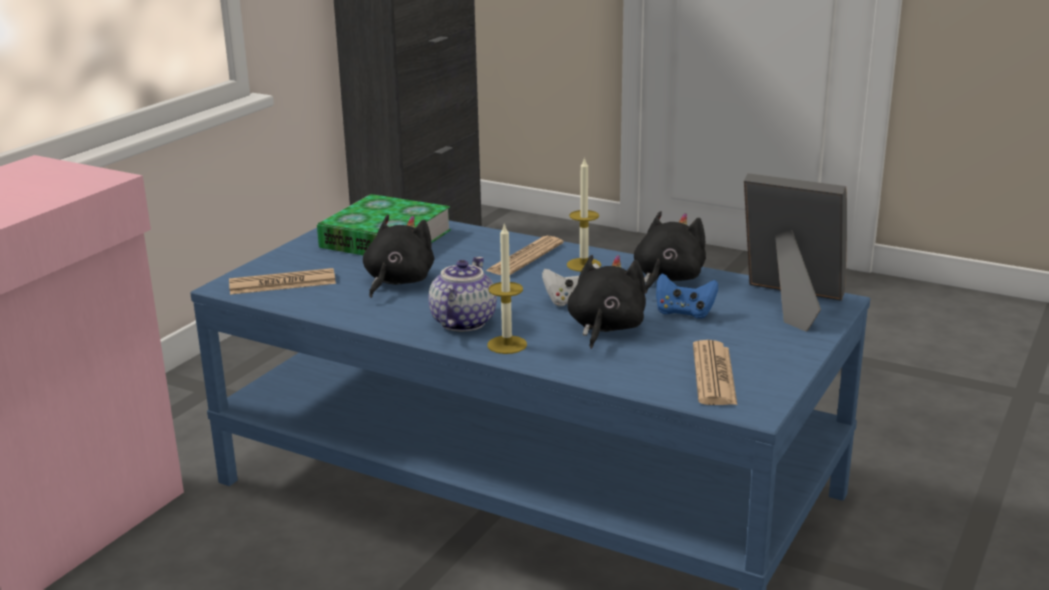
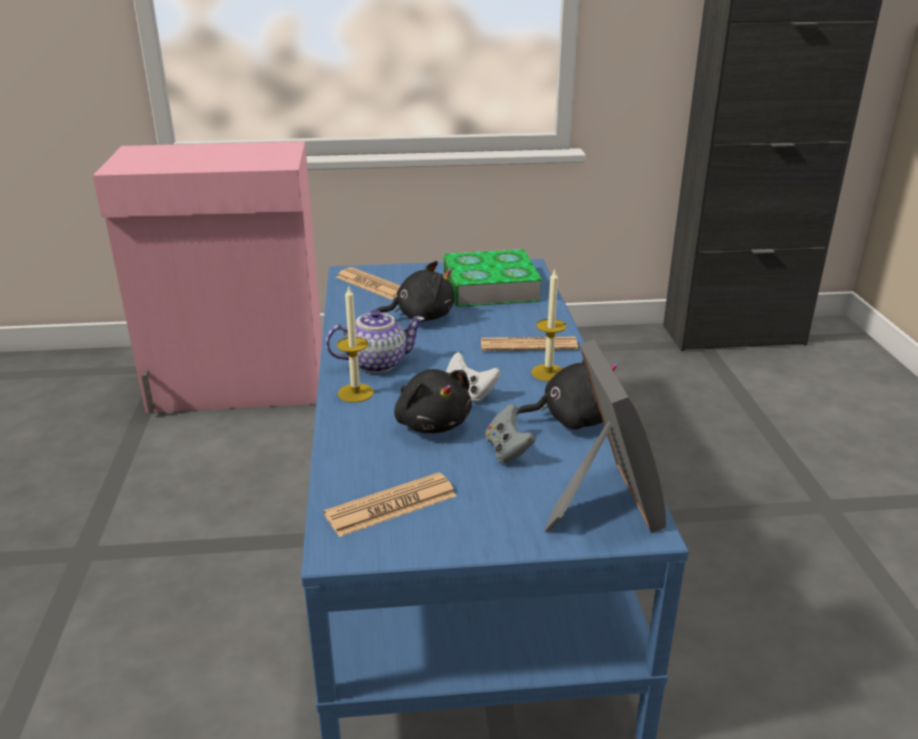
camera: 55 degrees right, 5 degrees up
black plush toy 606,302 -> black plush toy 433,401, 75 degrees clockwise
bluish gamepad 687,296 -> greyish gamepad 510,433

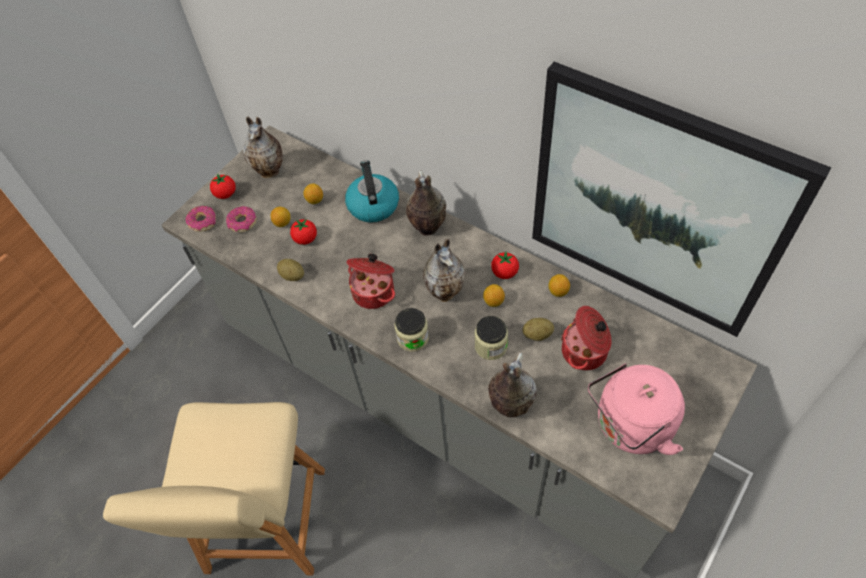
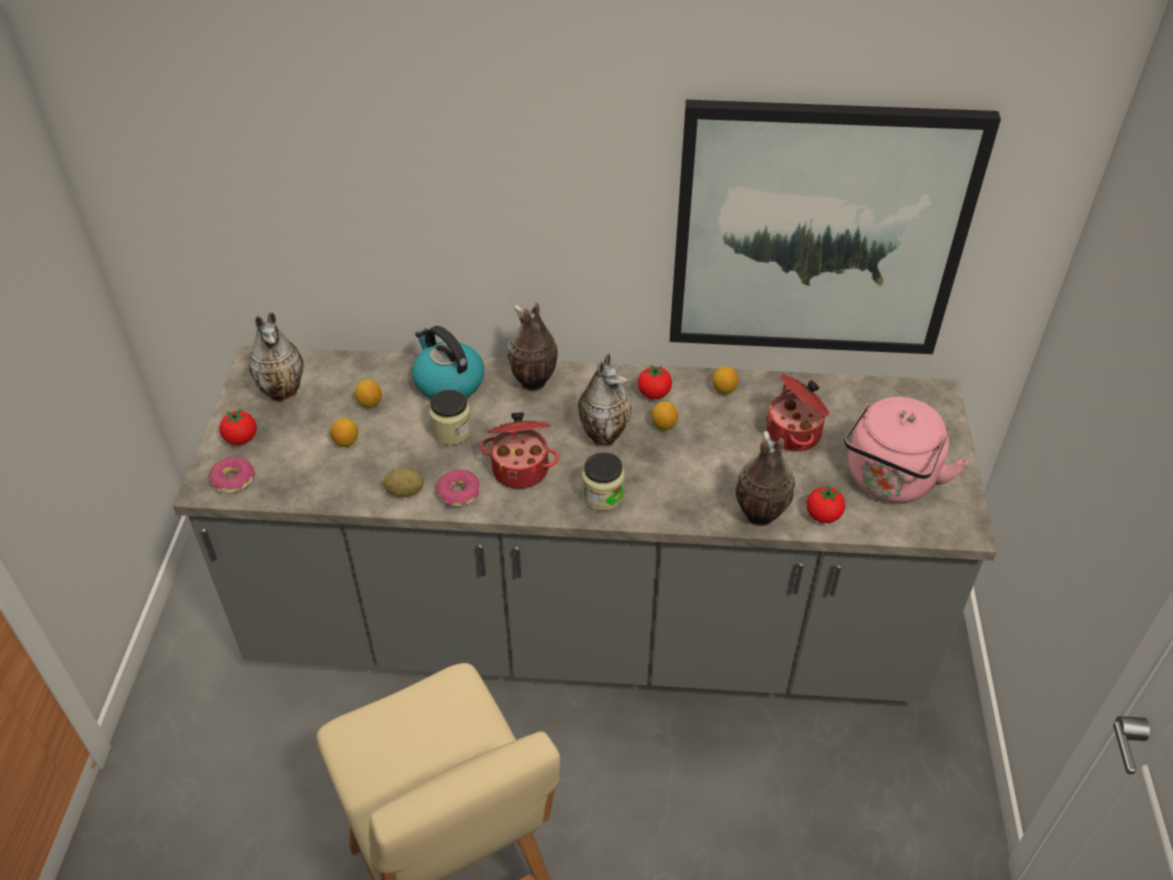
camera: 35 degrees left, 10 degrees down
jar 491,338 -> jar 450,417, move
donut 241,219 -> donut 458,488, move
whole tomato 303,232 -> whole tomato 825,503, move
whole potato 538,329 -> none

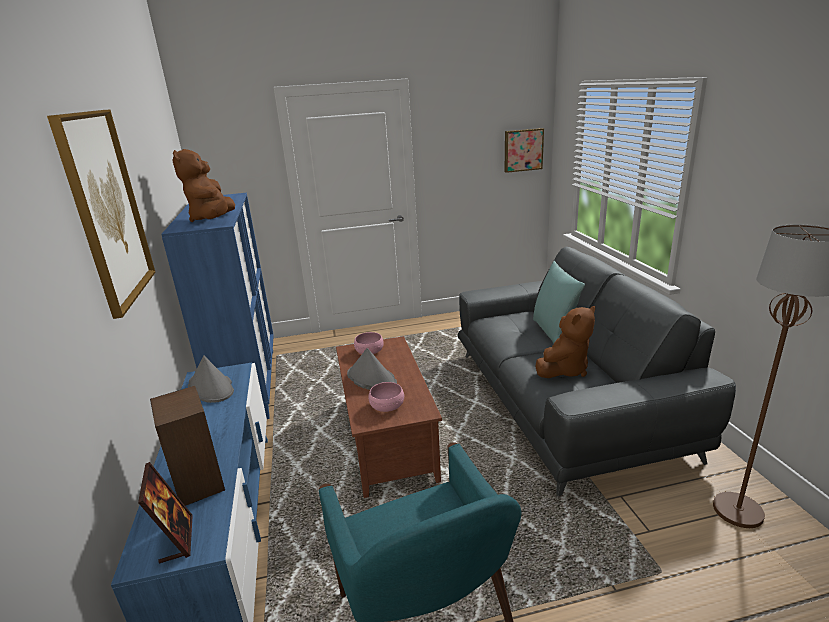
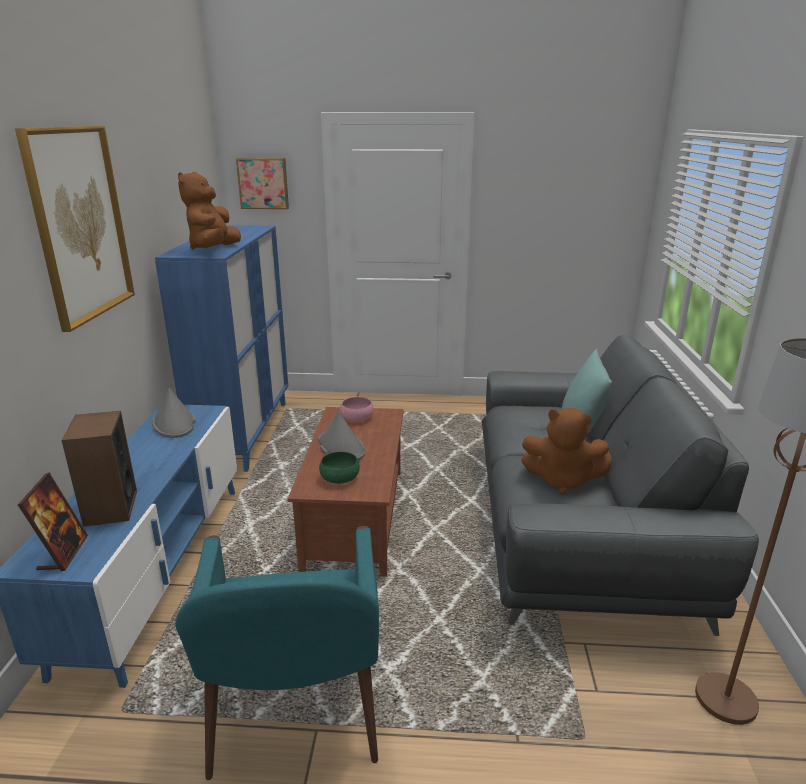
camera: 15 degrees right, 0 degrees up
wall picture 524,150 -> wall picture 262,183, move
pink-coloured deep dish 386,397 -> greenish deep dish 339,467
brown-coloured plush toy 565,342 -> brown-coloured plush toy 566,451, 45 degrees clockwise

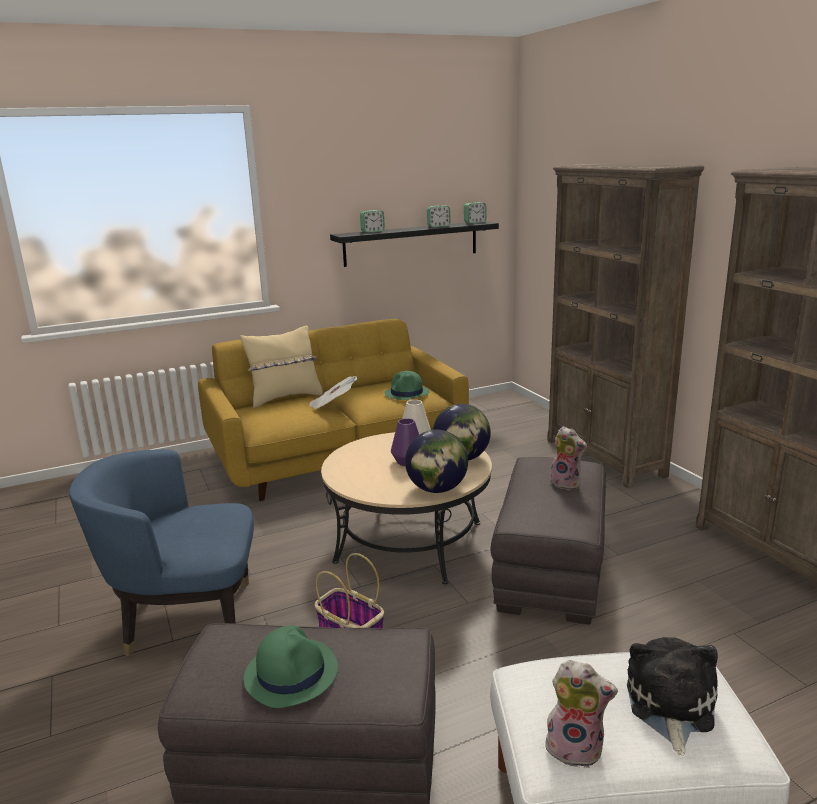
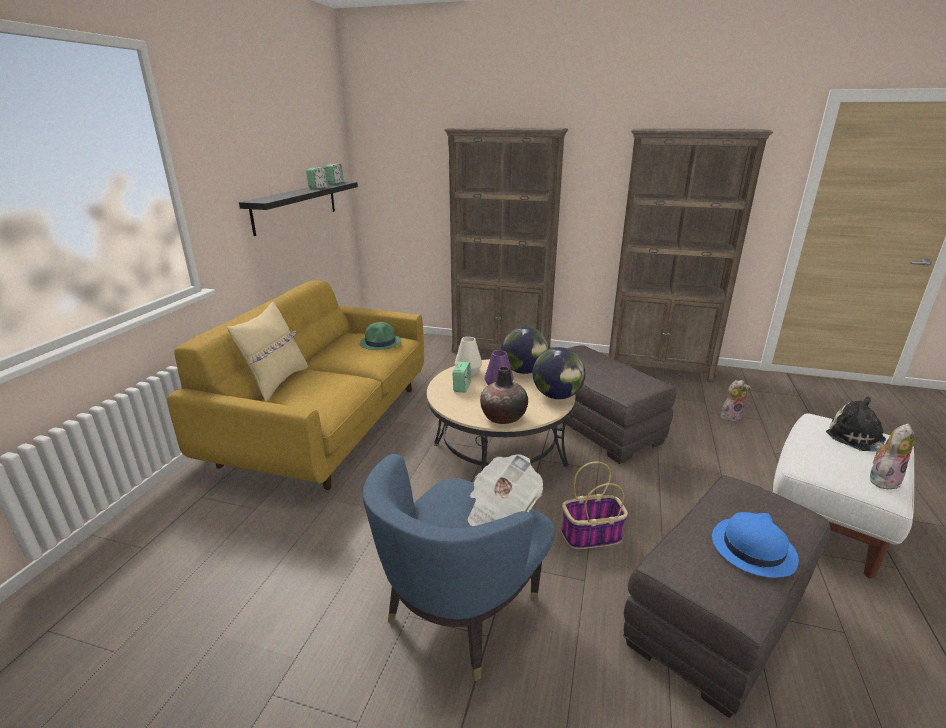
camera: 50 degrees left, 5 degrees up
alarm clock 372,221 -> alarm clock 461,377, move
printed paper 333,393 -> printed paper 505,490, move
none -> vase 504,395
greenish wearable hat 291,666 -> bluish wearable hat 755,545
plush toy 568,458 -> plush toy 735,400, move

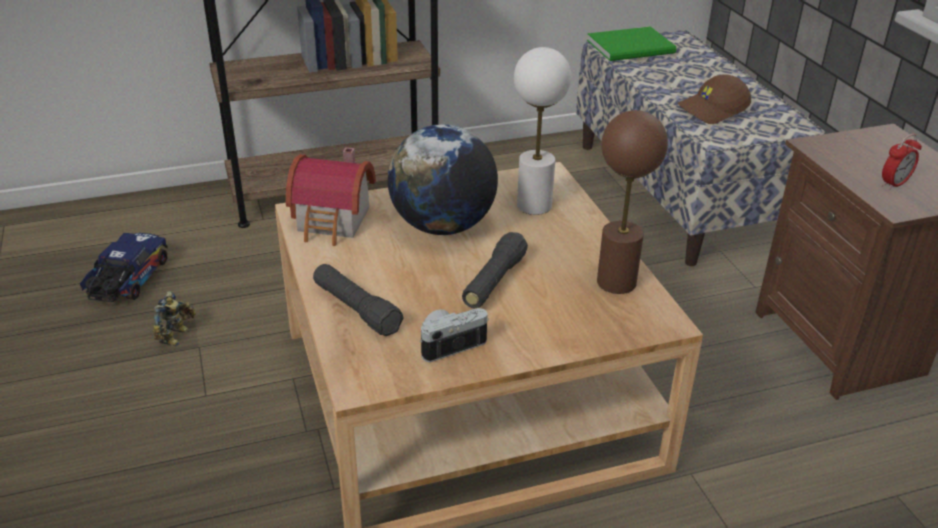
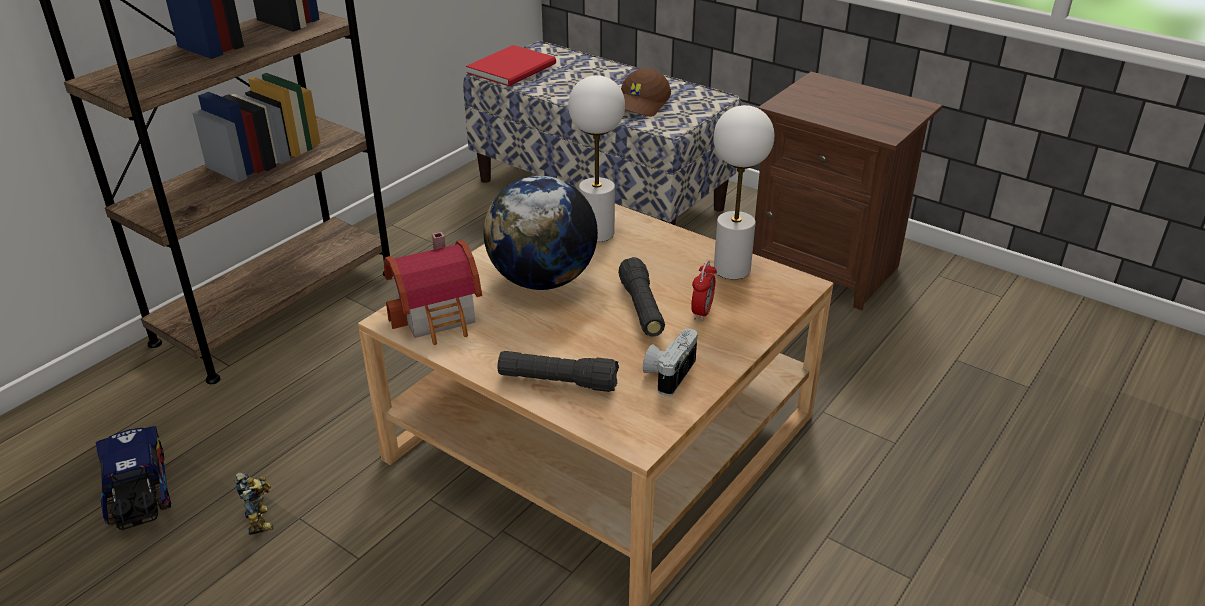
camera: 35 degrees left, 0 degrees up
greenish bound book 631,43 -> red bound book 511,65
alarm clock 902,162 -> alarm clock 704,290, move
brown-coloured table lamp 632,202 -> whitish table lamp 743,192

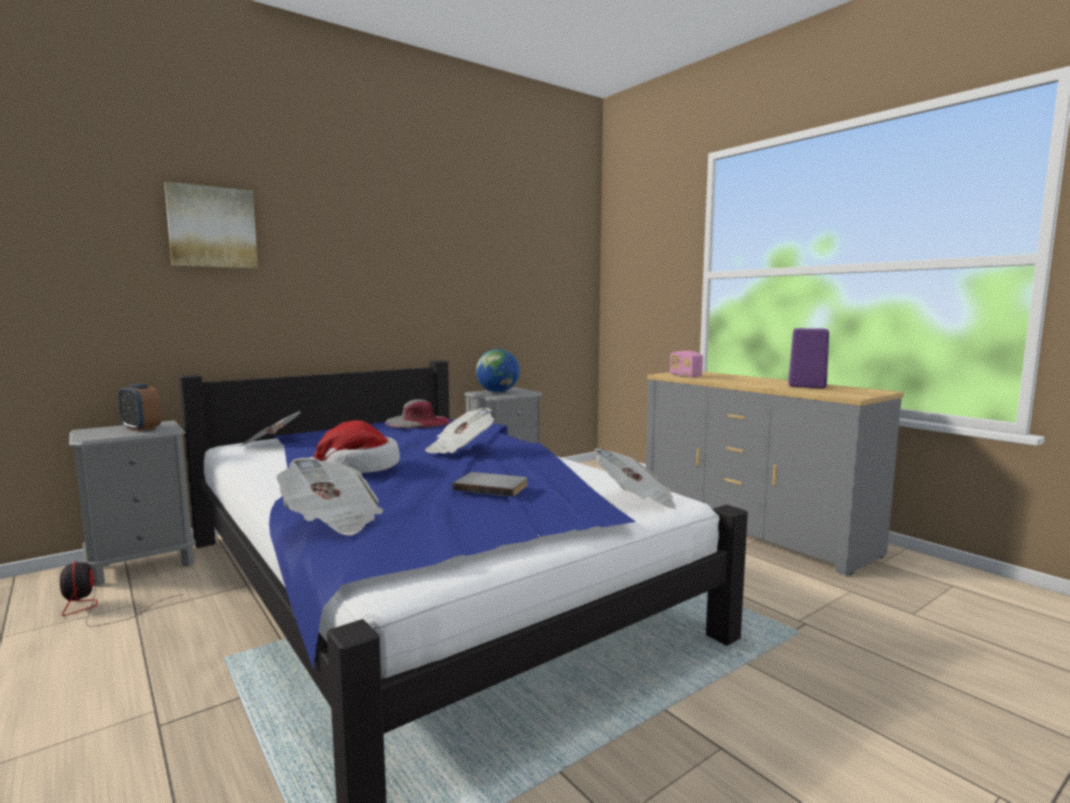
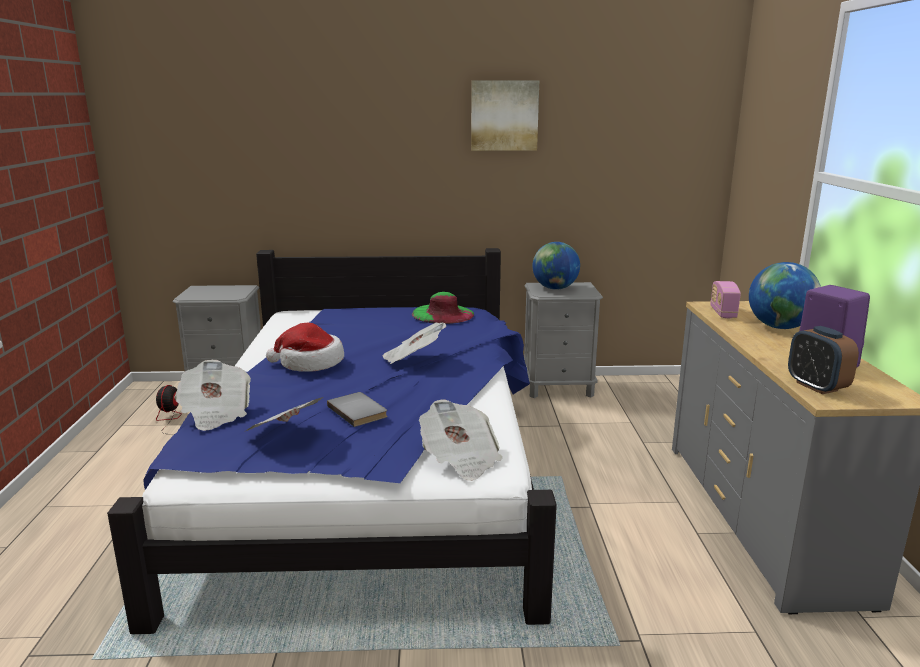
camera: 35 degrees right, 10 degrees up
printed paper 270,428 -> printed paper 284,414, move
greyish wearable hat 417,414 -> greenish wearable hat 443,308
wall picture 211,225 -> wall picture 505,115, move
none -> desk globe 785,295
alarm clock 140,407 -> alarm clock 823,360, move

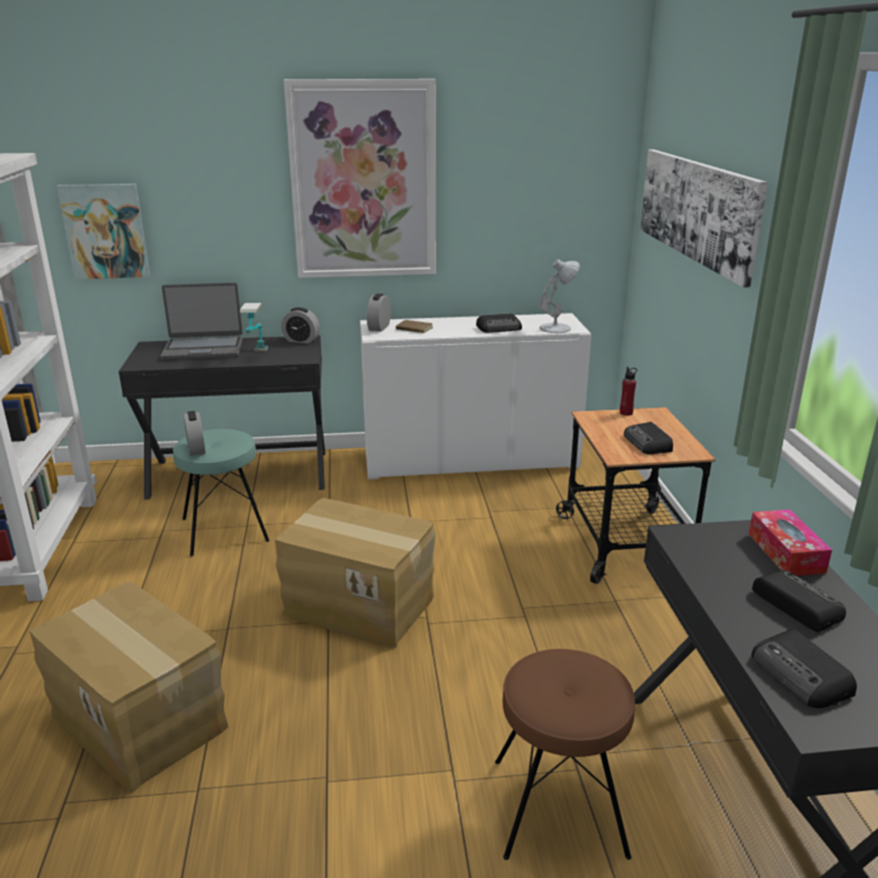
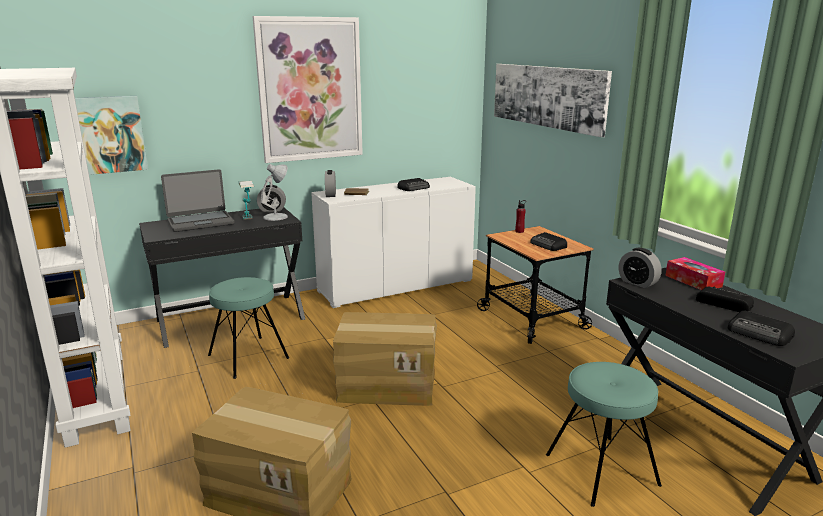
camera: 20 degrees left, 5 degrees down
whitish table lamp 559,296 -> whitish table lamp 274,192, move
brown-coloured stool seat 565,754 -> turquoise stool seat 604,434
alarm clock 194,433 -> alarm clock 640,268, move

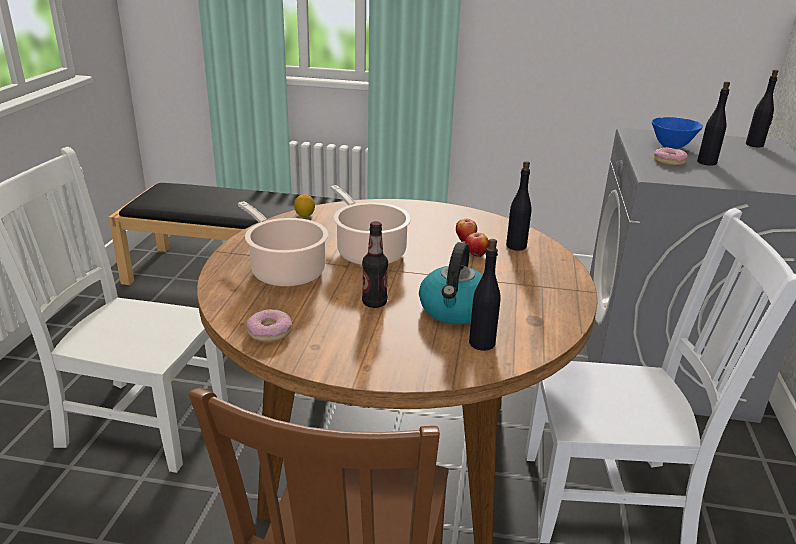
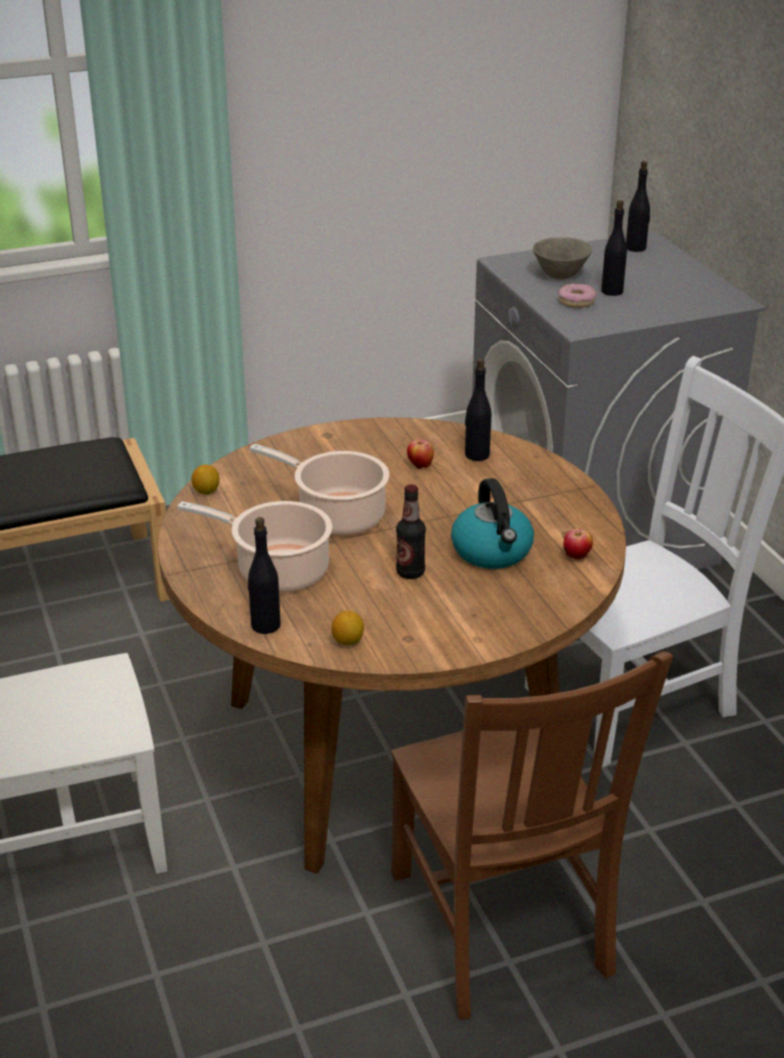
camera: 30 degrees left, 5 degrees up
black bottle 485,295 -> black bottle 264,575, move
donut 269,325 -> lemon 347,628
bluish deep dish 677,133 -> greyish deep dish 562,258
apple 477,245 -> apple 578,543, move

